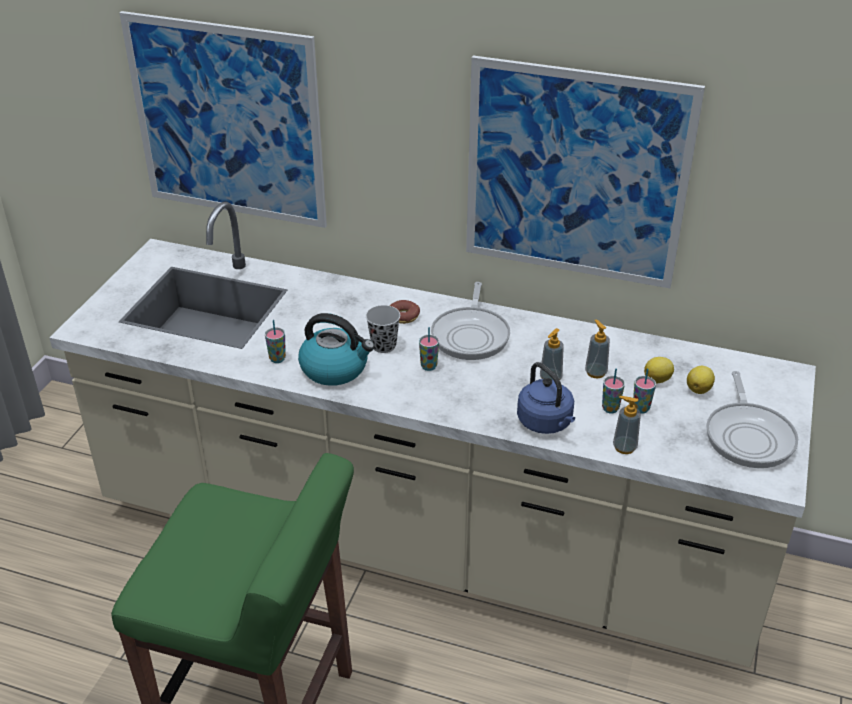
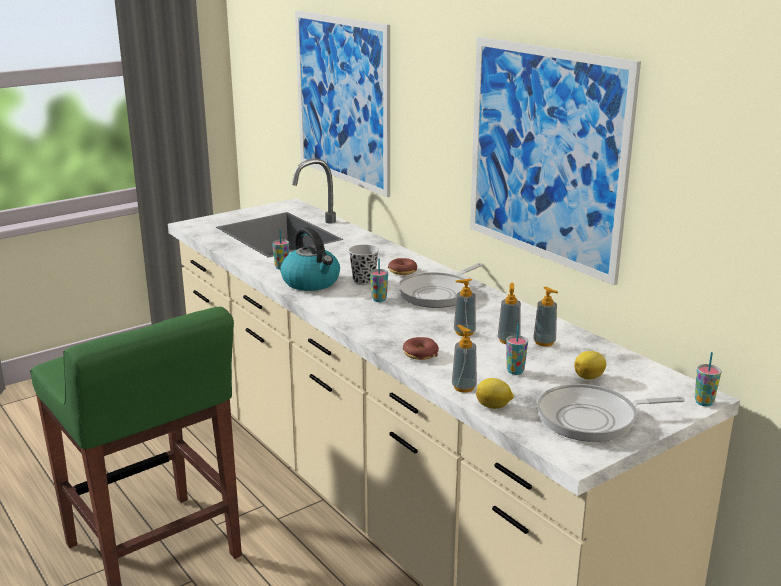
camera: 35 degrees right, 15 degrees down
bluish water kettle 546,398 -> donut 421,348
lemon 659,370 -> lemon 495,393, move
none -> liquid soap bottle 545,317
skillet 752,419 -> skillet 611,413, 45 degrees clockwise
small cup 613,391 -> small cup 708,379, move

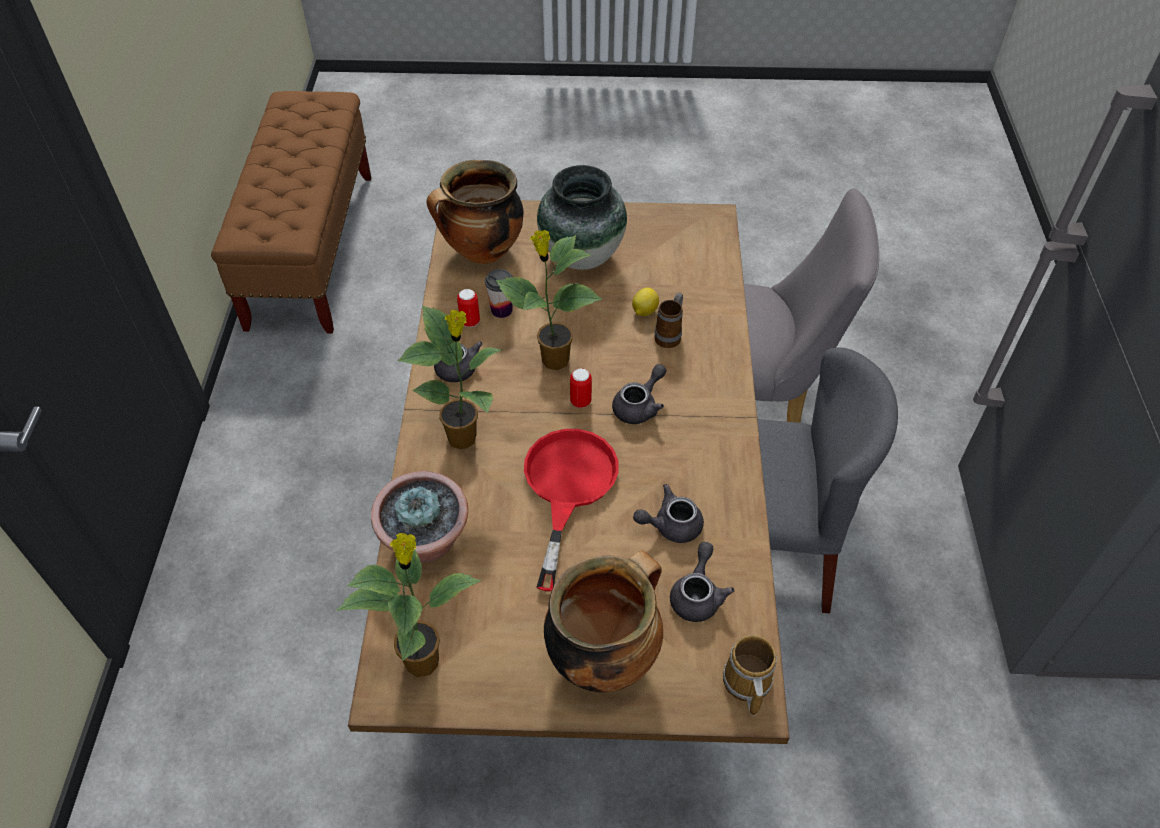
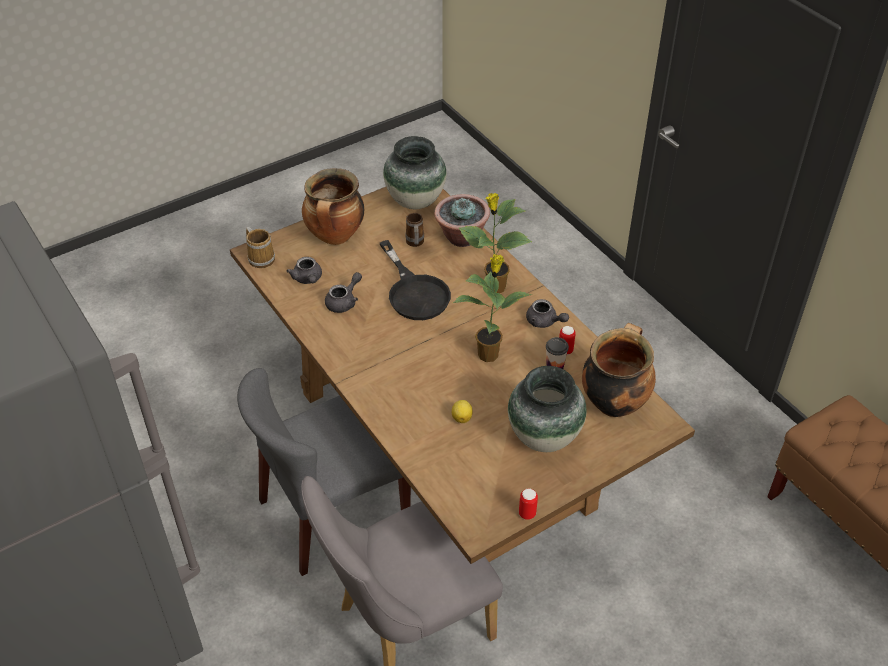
camera: 145 degrees right, 5 degrees down
red skillet 571,510 -> black skillet 415,280
potted plant 409,605 -> vase 414,172
tea mug 669,320 -> tea mug 415,230, move
sealed can 581,388 -> sealed can 528,504, move
greyish teapot 639,394 -> none

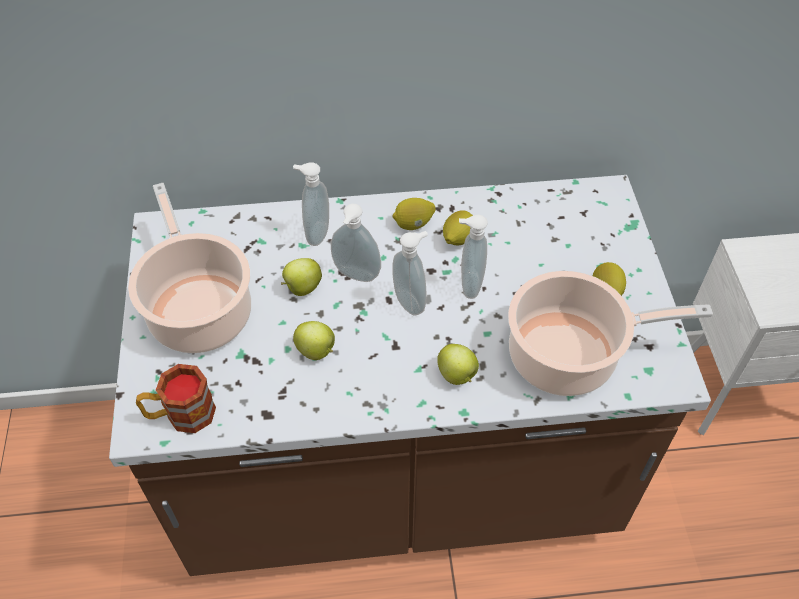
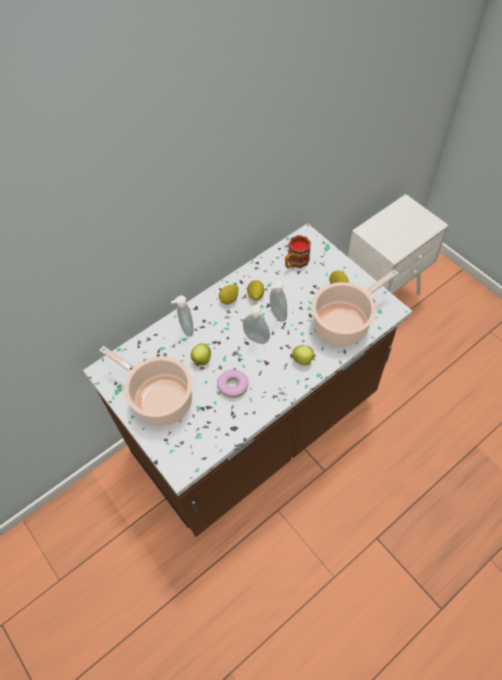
camera: 30 degrees left, 5 degrees up
apple 314,340 -> donut 233,383
tea mug 176,398 -> tea mug 298,251, move
liquid soap bottle 356,242 -> none

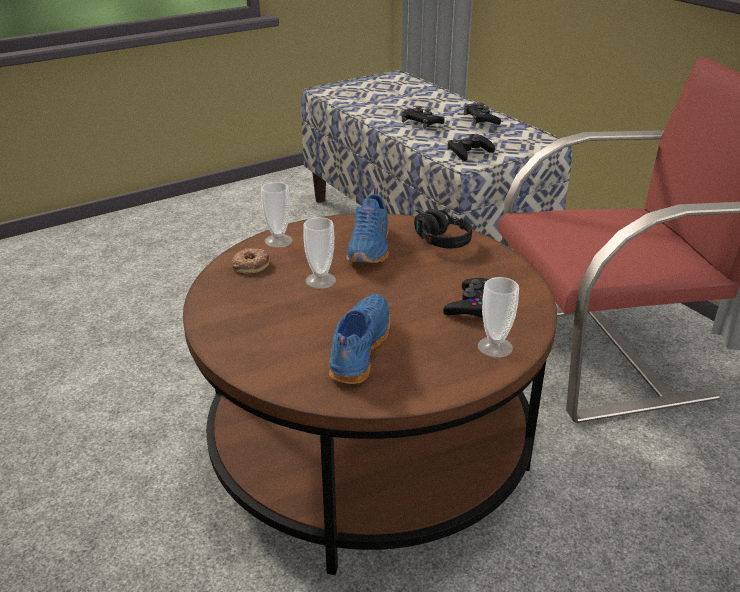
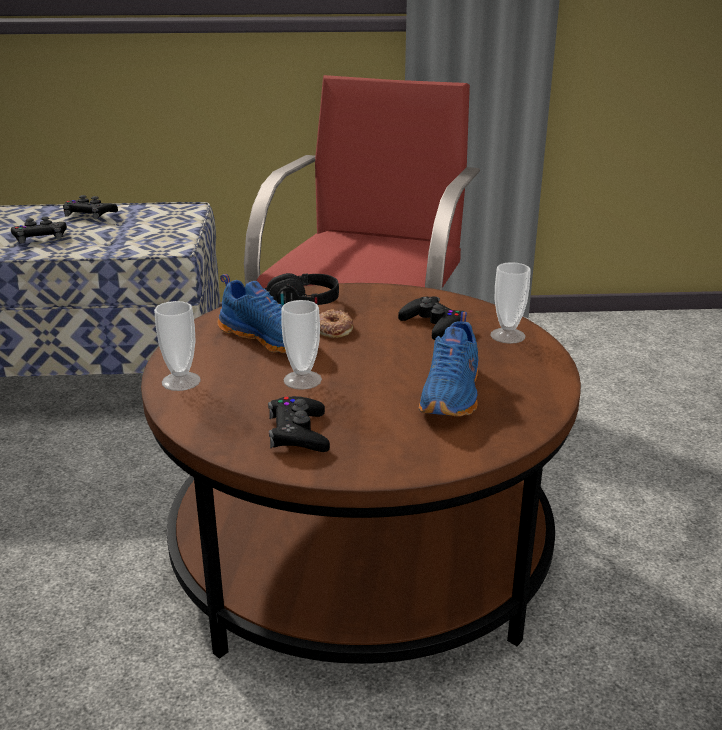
camera: 60 degrees left, 5 degrees down
black gamepad 471,147 -> black gamepad 299,424, move
donut 250,261 -> donut 336,324, move
bluish low shoe 359,339 -> bluish low shoe 448,364, 120 degrees counterclockwise

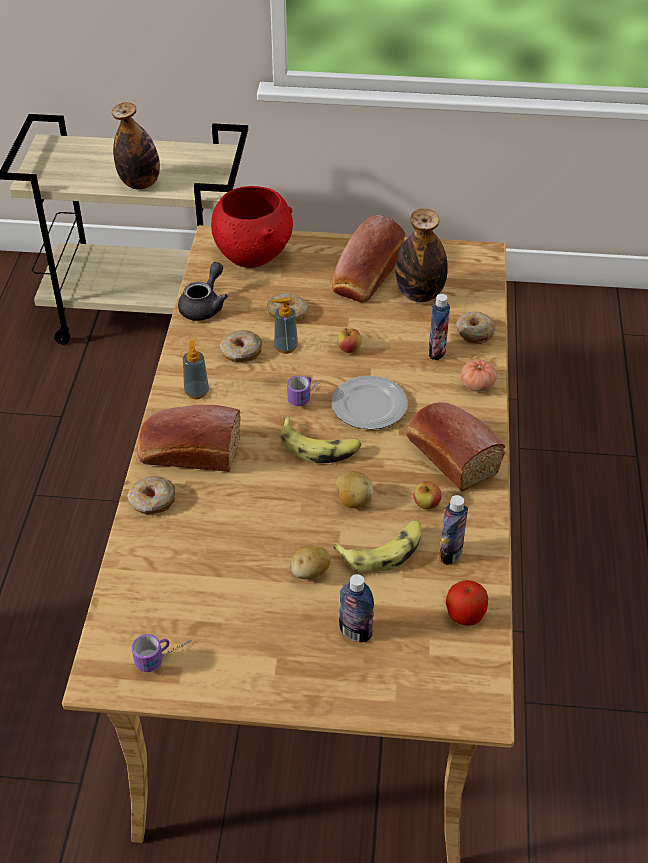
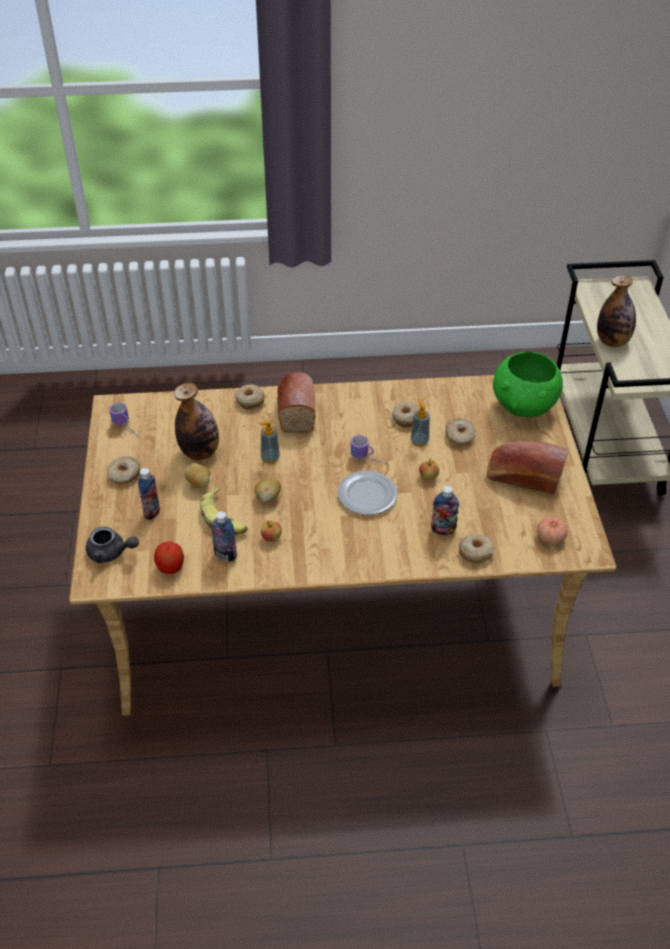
camera: 80 degrees right, 0 degrees up
greyish teapot 203,291 -> greyish teapot 112,544, move
none -> donut 123,470
bottle 422,255 -> bottle 196,421, move
liquid soap bottle 196,369 -> liquid soap bottle 269,441, move
red deep dish 252,227 -> greenish deep dish 528,384
whole tomato 479,375 -> whole tomato 552,530, move
whole banana 320,440 -> none
baked bread 455,446 -> none

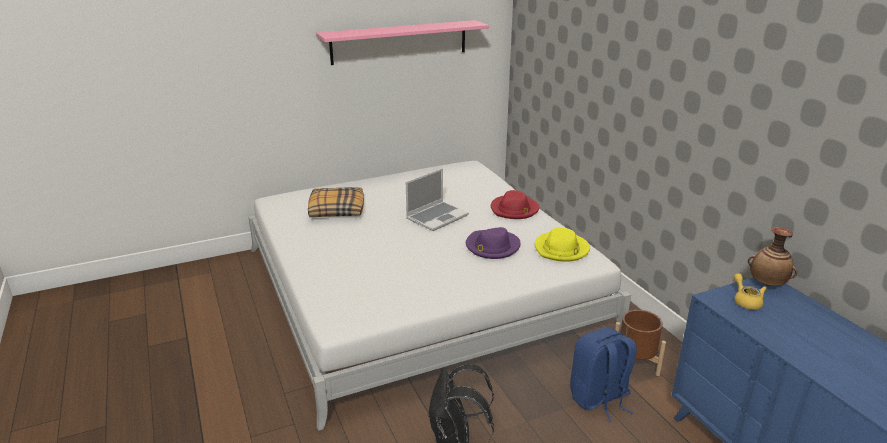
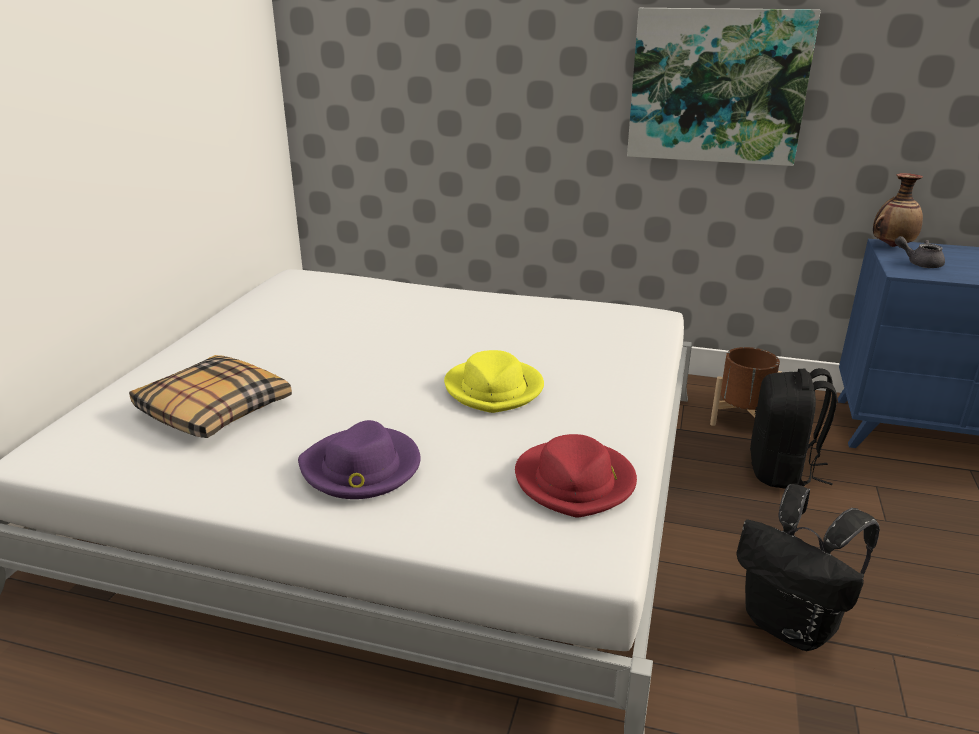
camera: 50 degrees left, 0 degrees up
purplish wearable hat 493,243 -> purplish wearable hat 359,459, move
yellow wearable hat 562,244 -> yellow wearable hat 494,381, move
red wearable hat 515,204 -> red wearable hat 576,475, move
none -> wall picture 724,87
bluish rucksack 603,374 -> black rucksack 793,428
yellow teapot 750,292 -> greyish teapot 920,252
pink-coloured shelf 402,42 -> none
portable computer 437,199 -> none

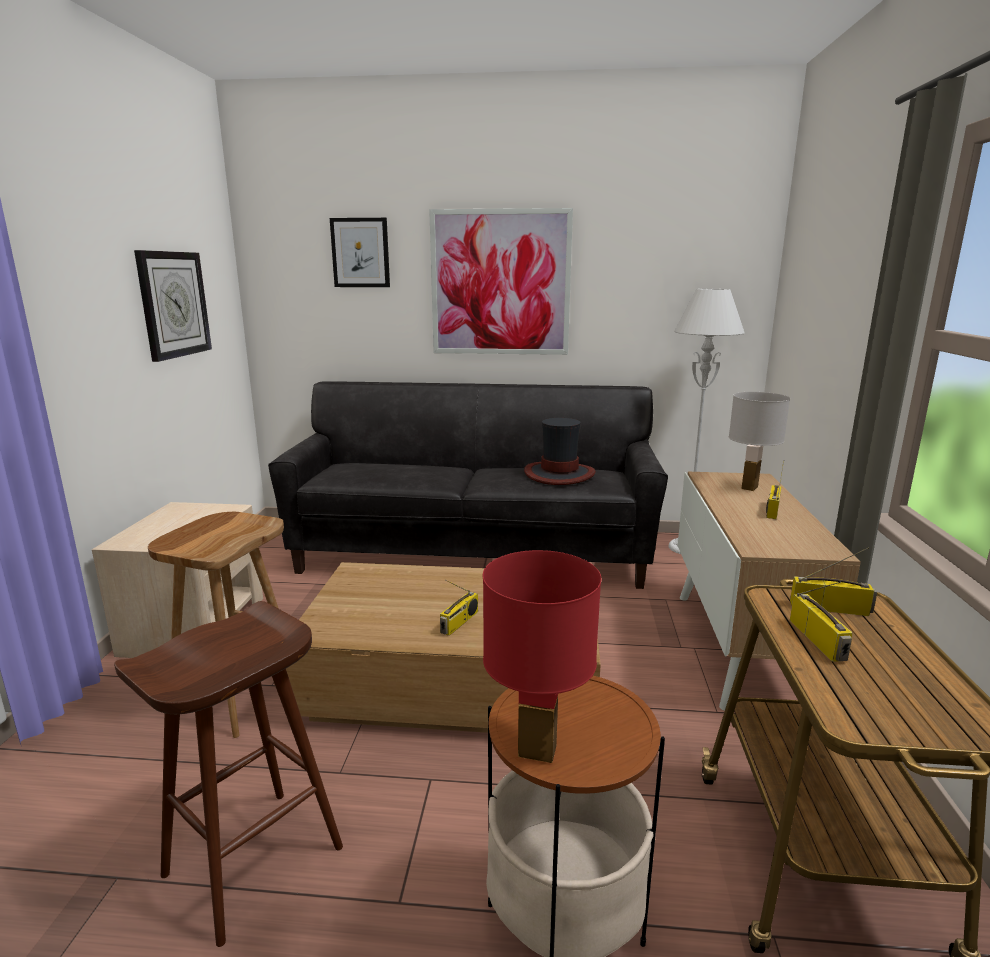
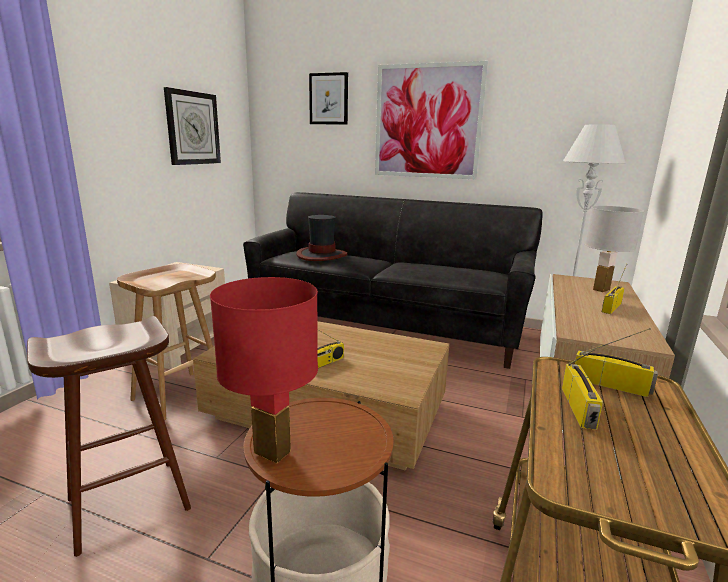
camera: 15 degrees right, 0 degrees up
wearable hat 560,451 -> wearable hat 321,238, move

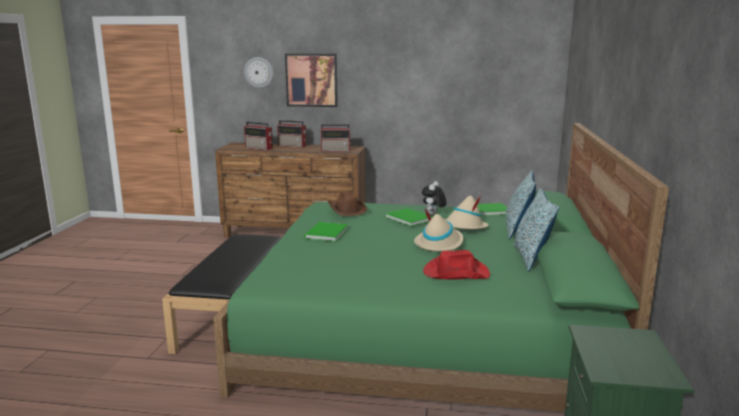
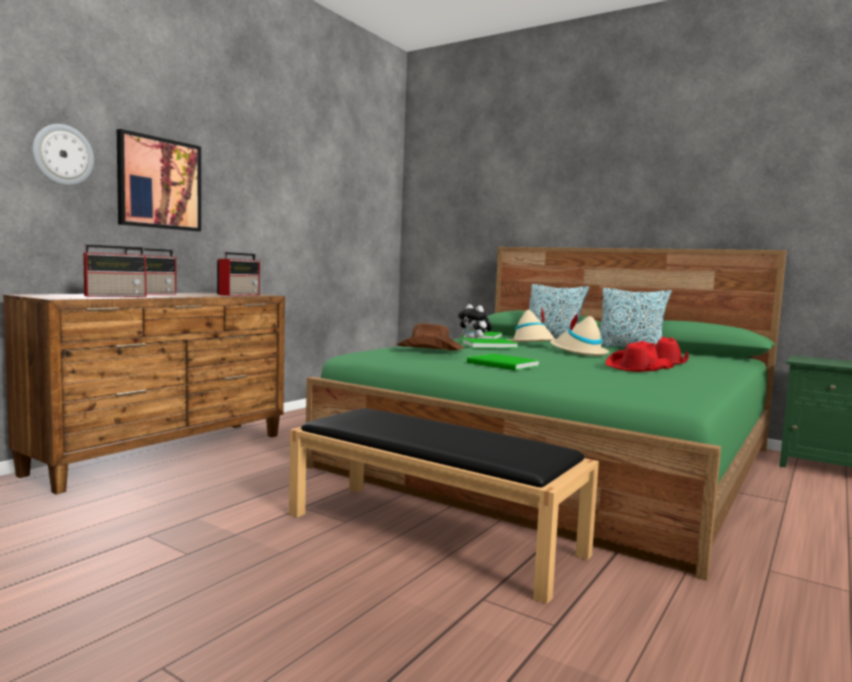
camera: 65 degrees left, 10 degrees down
none -> red wearable hat 639,356

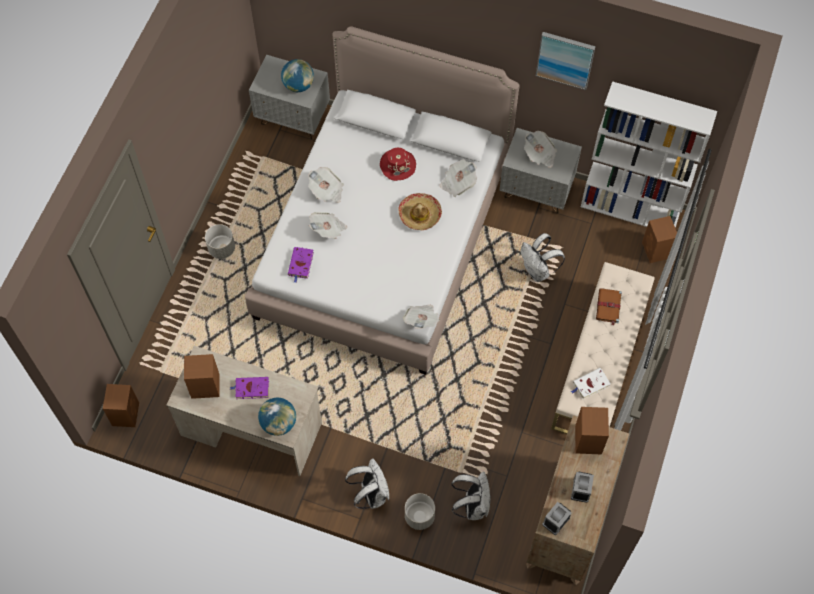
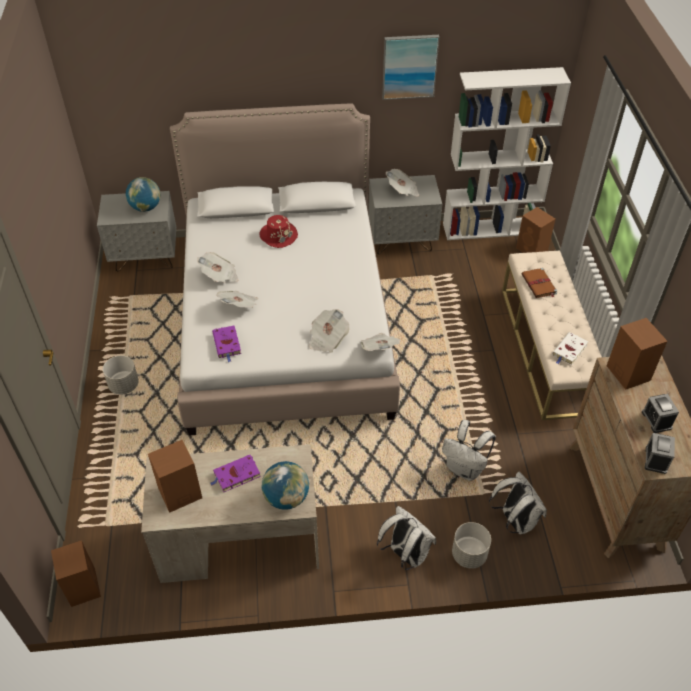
camera: 25 degrees left, 15 degrees down
printed paper 458,178 -> printed paper 329,331, move
whitish rucksack 543,257 -> whitish rucksack 469,450, move
wearable hat 420,211 -> none

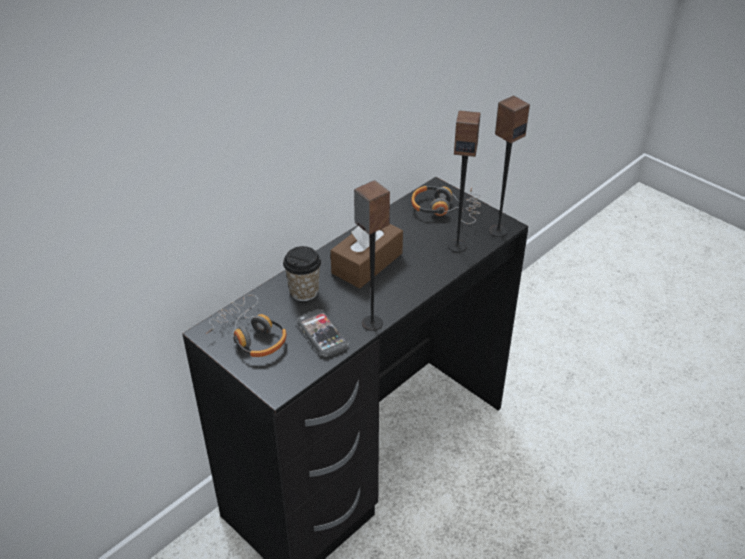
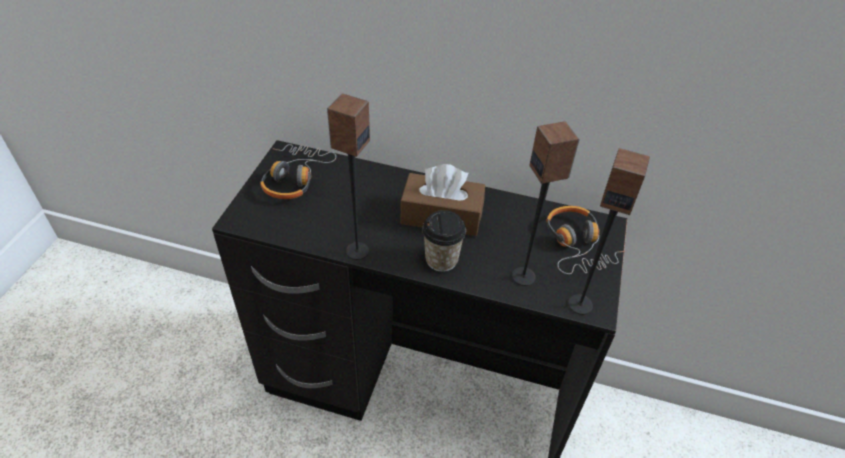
camera: 60 degrees right, 5 degrees up
small cup 302,273 -> small cup 444,241, move
handset 323,333 -> none

